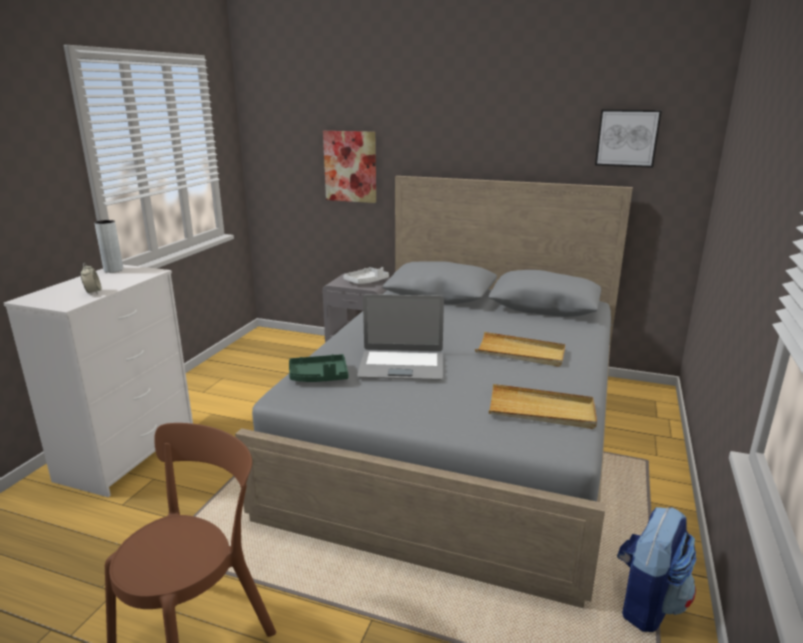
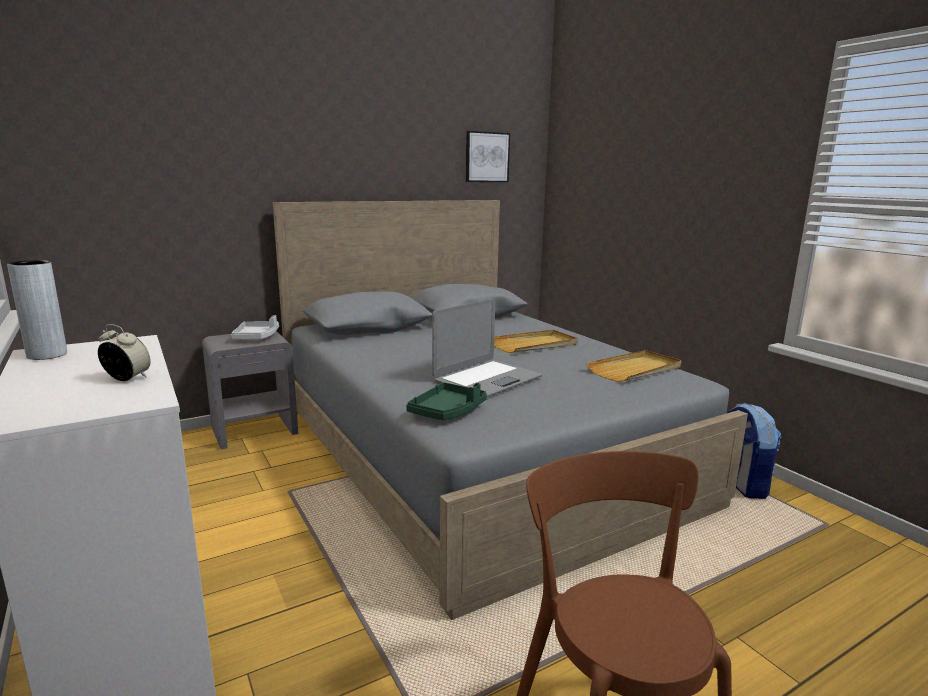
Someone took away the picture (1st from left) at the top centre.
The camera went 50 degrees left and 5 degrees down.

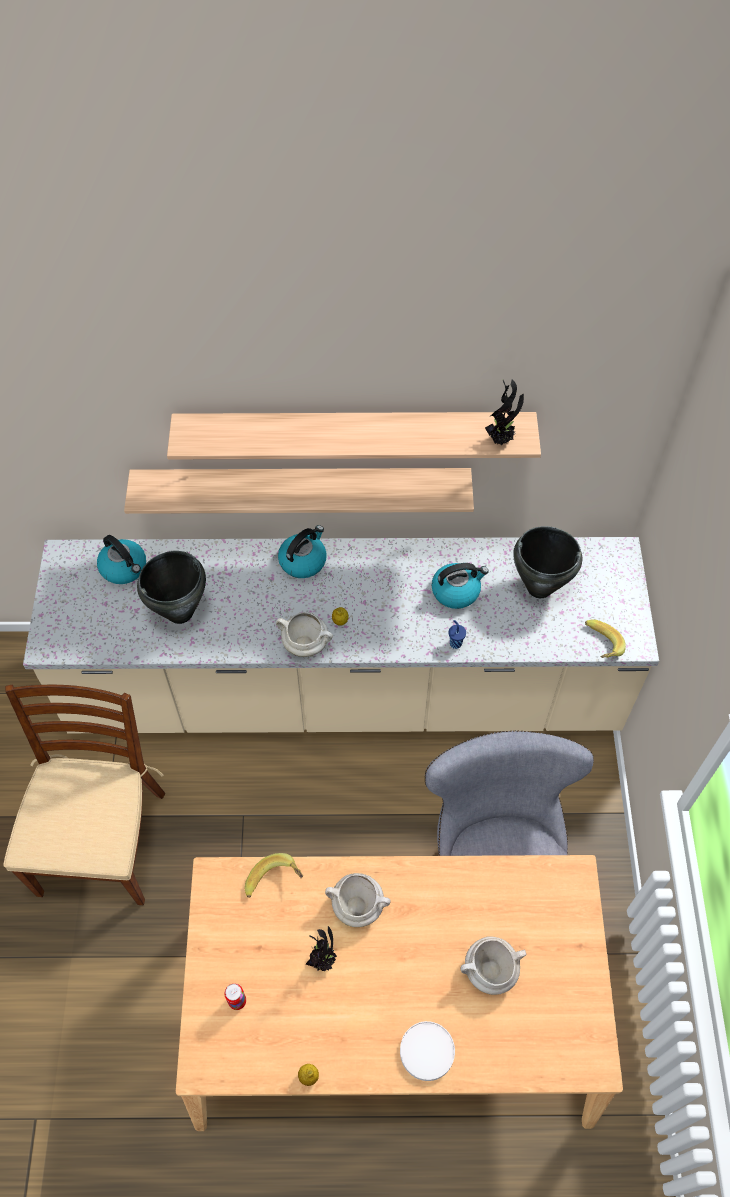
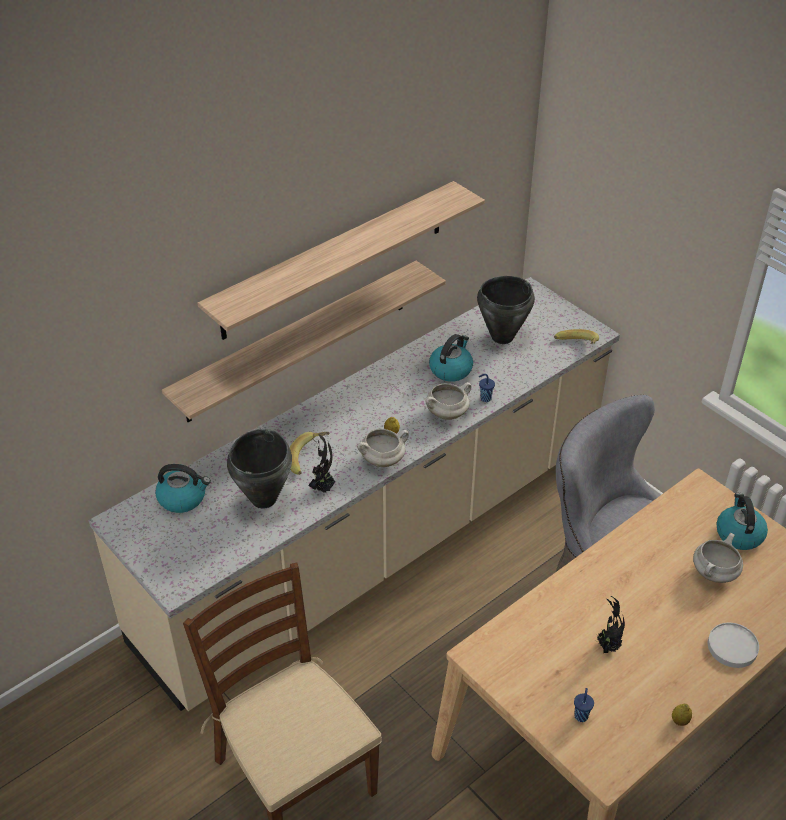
Someone swapped the can at the bottom left for the blue_cup (2nd from left) at the bottom right.
Someone carried the banana (1st from left) from the bottom centre to the centre.
Someone carried the kettle (2nd from left in the first image) from the centre to the middle right.
Someone carried the white_cooking_pot (2nd from left) from the bottom centre to the centre.
Someone carried the potted_plant (2nd from left in the first image) from the middle right to the centre.
The camera went 40 degrees left and 15 degrees down.

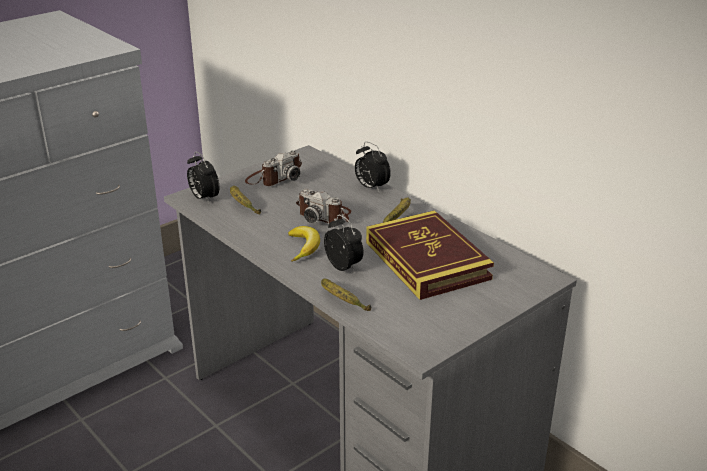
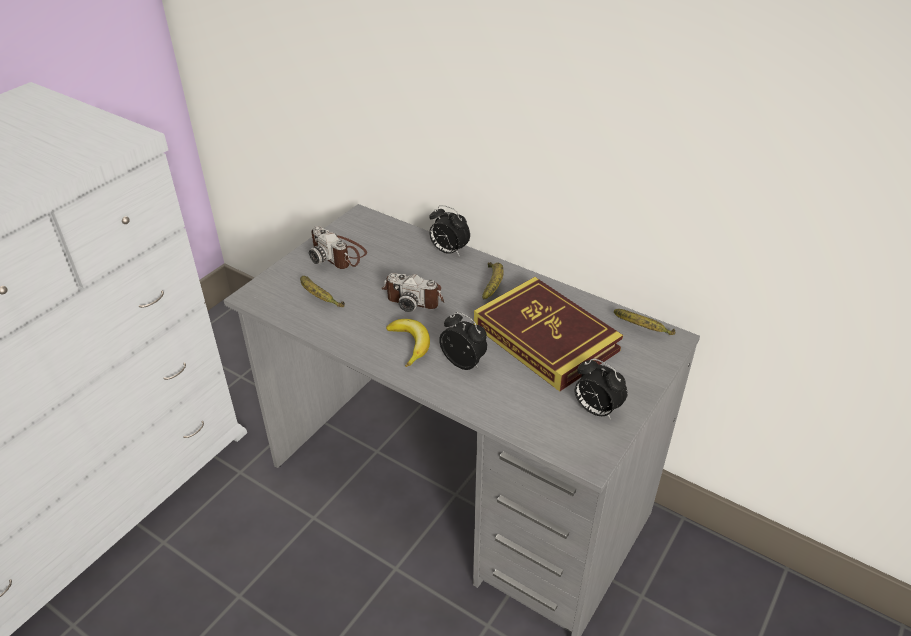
Someone carried the alarm_clock (1st from left in the first image) from the middle left to the centre.
Someone rotated the photo_camera (1st from left) at the centre by 105 degrees clockwise.
Someone carried the banana (3rd from left in the first image) from the centre to the middle right.
The camera went 15 degrees left and 10 degrees up.

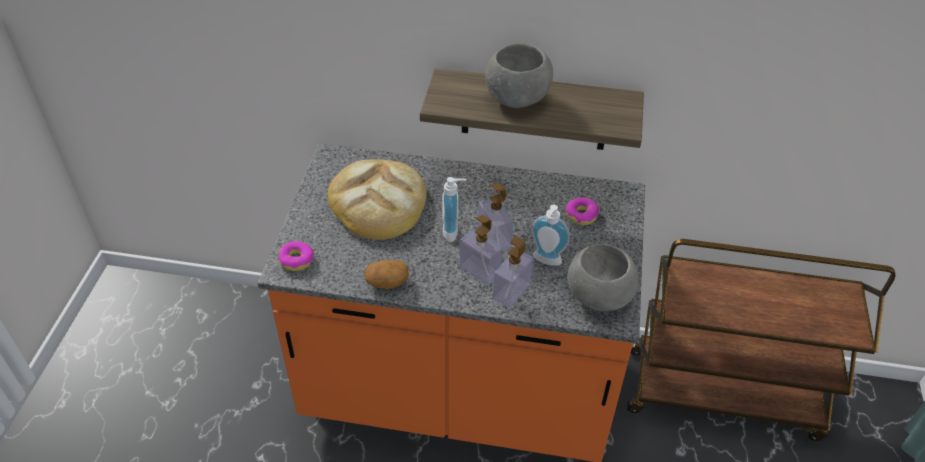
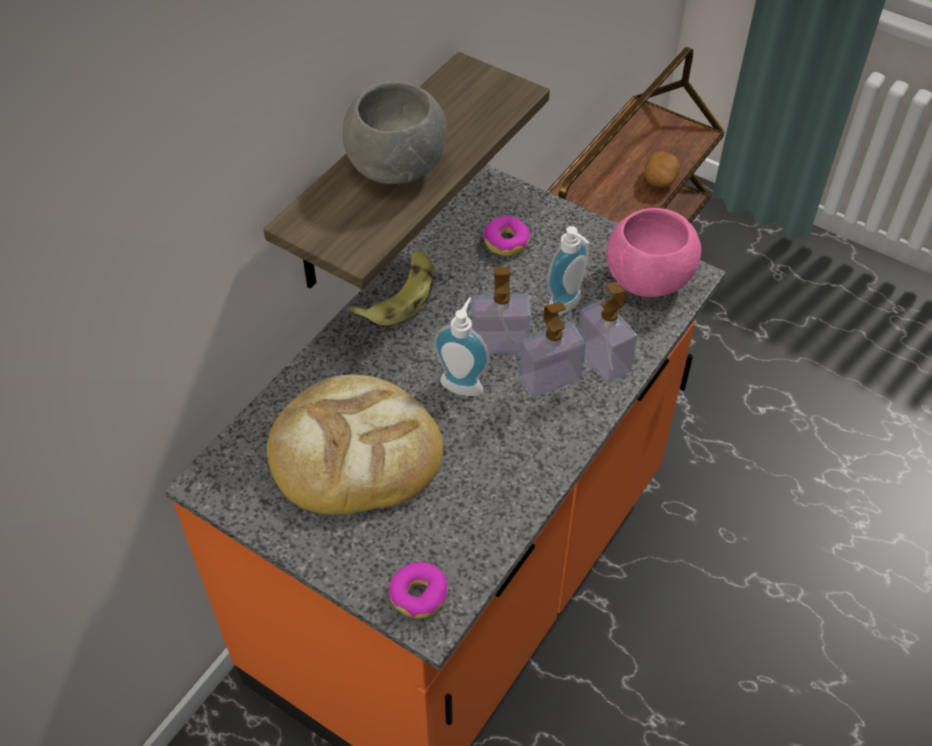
Someone carried the potato from the centre to the top right.
Someone repainted the grey_bowl (2nd from left) at the centre, which became the pink_bowl at the middle right.
Someone put down the banana at the centre.
The camera went 65 degrees left and 5 degrees up.

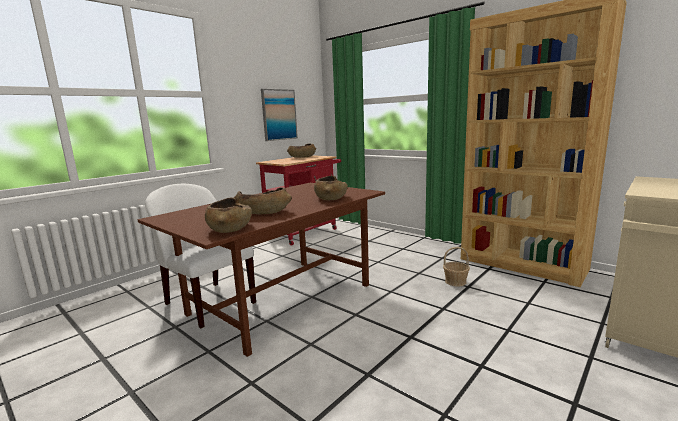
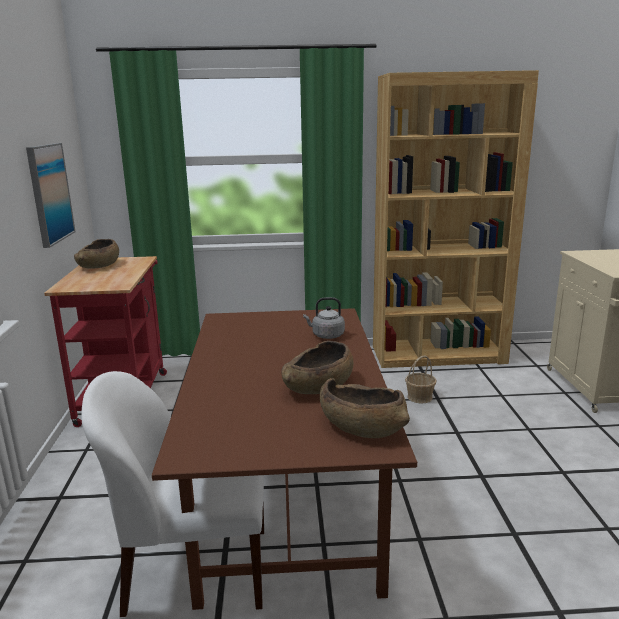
Someone swapped the brown_bowl (4th from left) at the centre for the grey_kettle at the centre.
The camera went 45 degrees left and 5 degrees up.

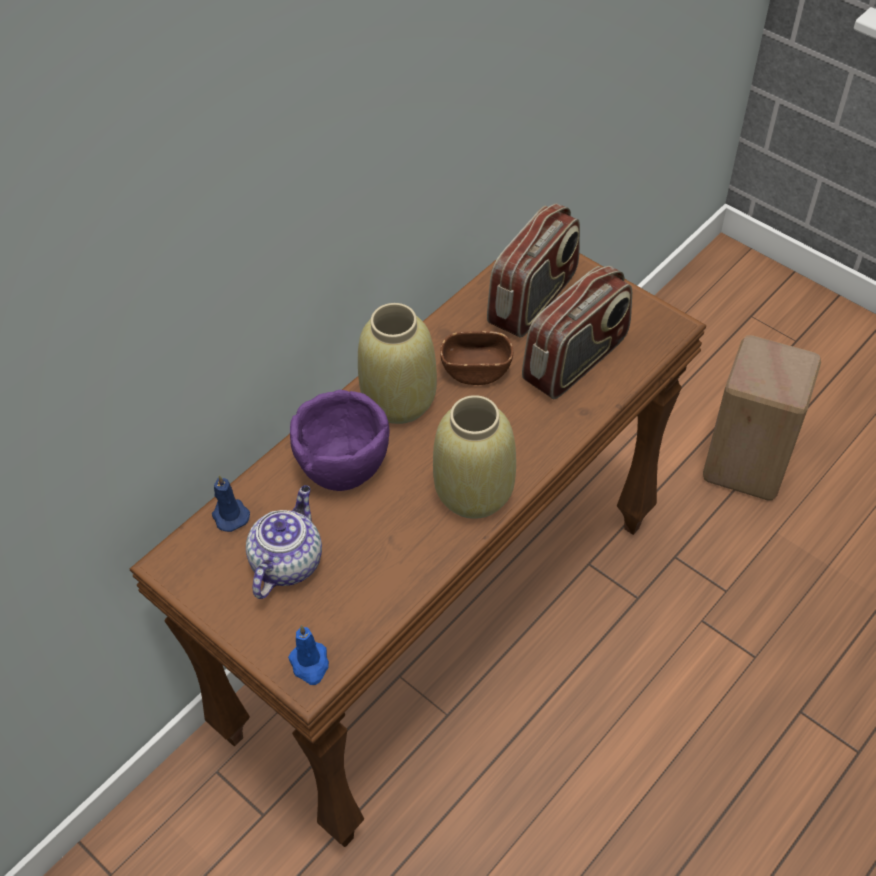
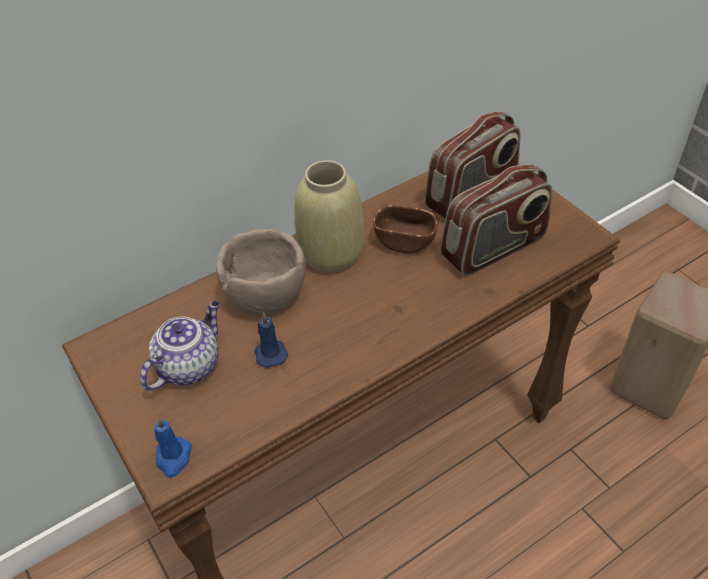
Someone carried the blue_candle (1st from left in the first image) from the middle left to the centre.
Someone repainted the purple_bowl at the centre, which became the brown_bowl (1st from left) at the centre.
Someone took away the beige_vase (2nd from left) at the centre.
The camera went 15 degrees right and 5 degrees down.

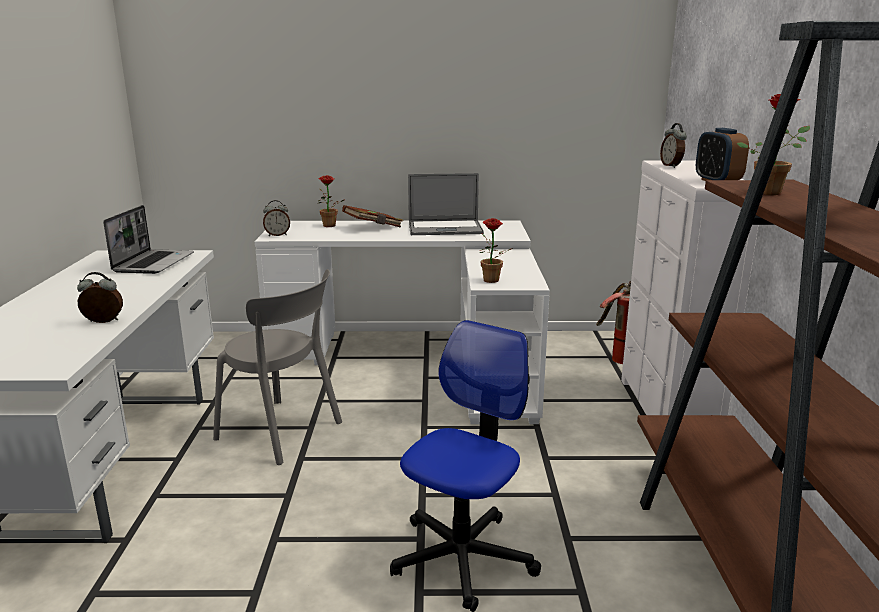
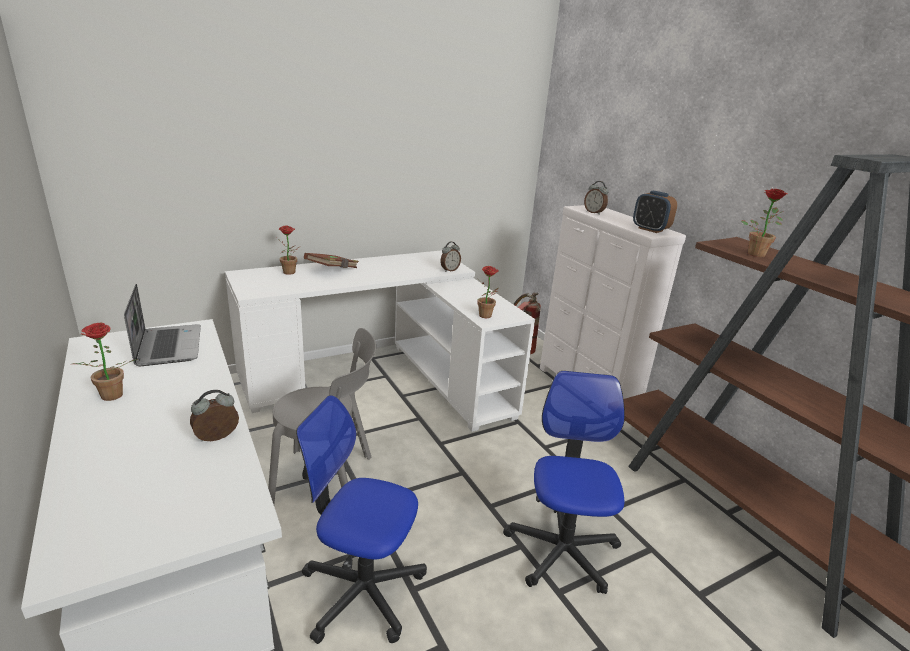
Someone carried the alarm_clock (2nd from left) from the middle left to the centre.
Someone took away the laptop (2nd from left) at the centre.
Someone put down the potted_plant (1st from left) at the middle left.
Someone put down the office_chair (1st from left) at the bottom centre.
The camera went 30 degrees left and 5 degrees up.

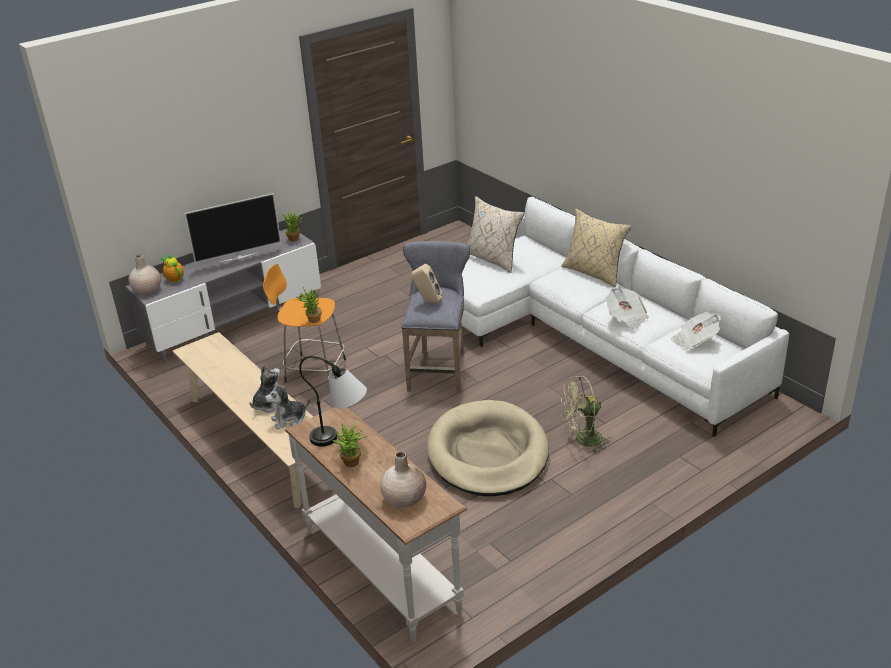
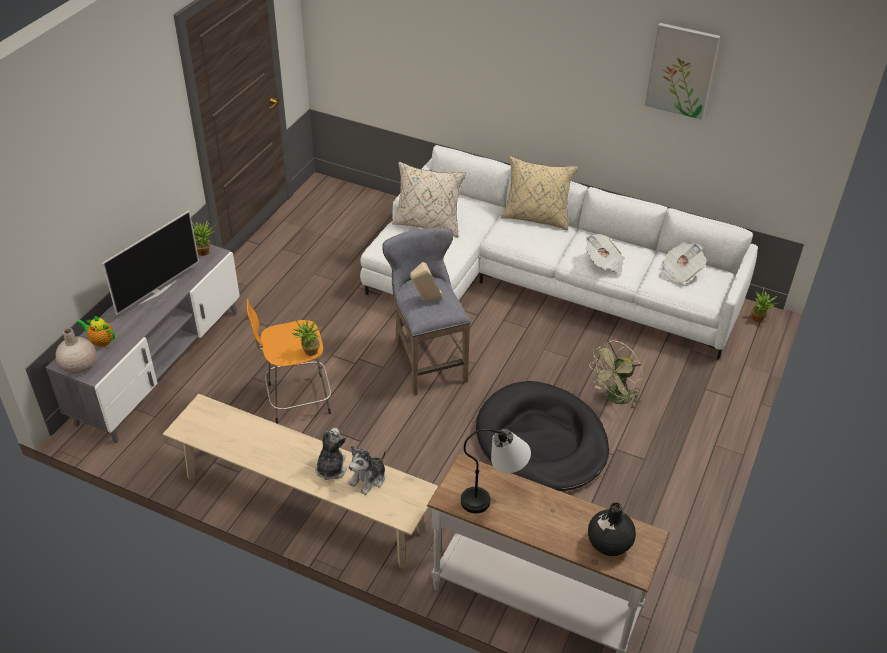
Someone carried the potted_plant (3rd from left) from the centre to the middle right.
Someone repainted the beige_vase (2nd from left) at the bottom centre, which became the black_vase at the bottom right.
Someone repainted the beige_dog_bed at the bottom centre, which became the black_dog_bed at the bottom centre.
Someone put up the picture at the top right.
The camera went 30 degrees left and 10 degrees up.

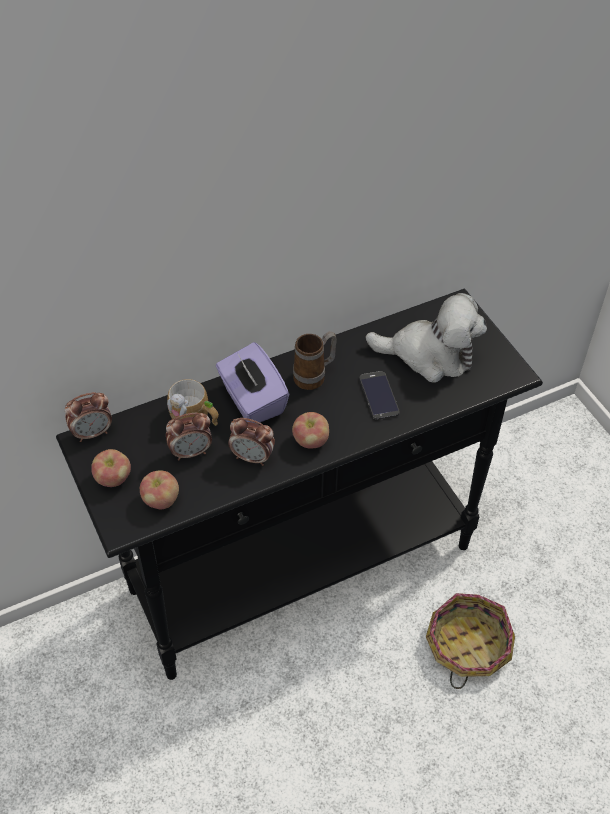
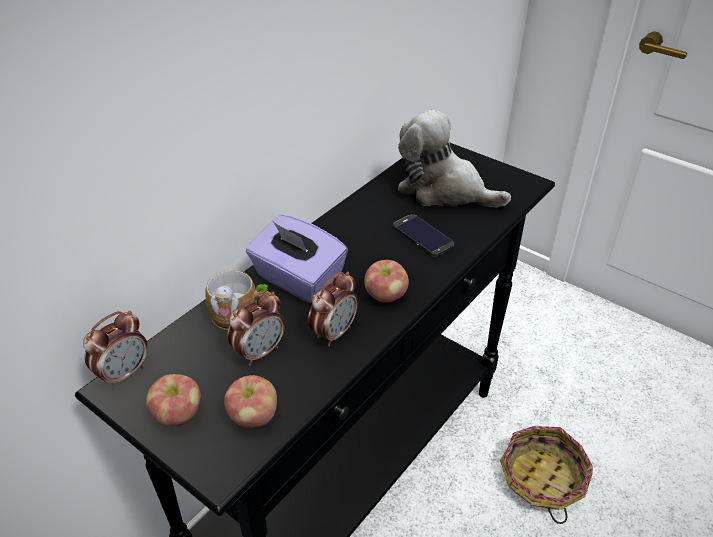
Someone rotated the alarm_clock (3rd from left) at the centre by 45 degrees counterclockwise.
Someone took away the mug (2nd from left) at the centre.
Someone rotated the plush_toy at the middle right by 135 degrees counterclockwise.
The camera went 25 degrees left and 10 degrees down.

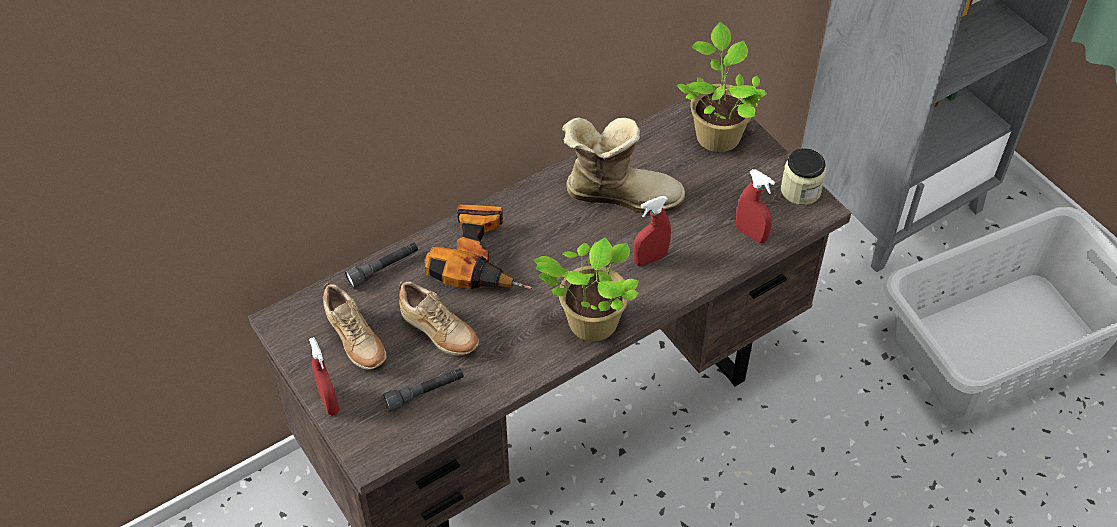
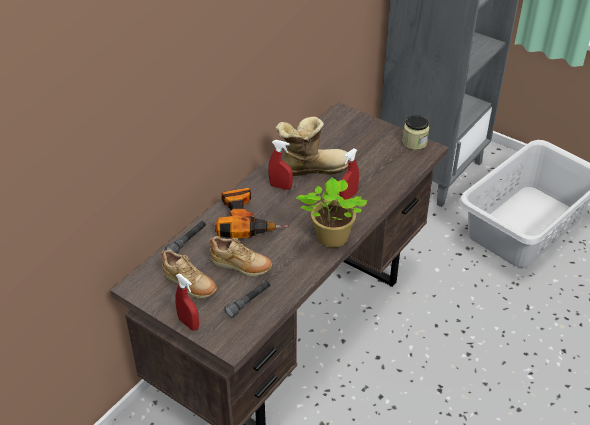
Someone took away the potted_plant (2nd from left) at the top centre.
Someone carried the red_spray_bottle (3rd from left in the first image) from the middle right to the centre.
The camera went 20 degrees left and 10 degrees down.

